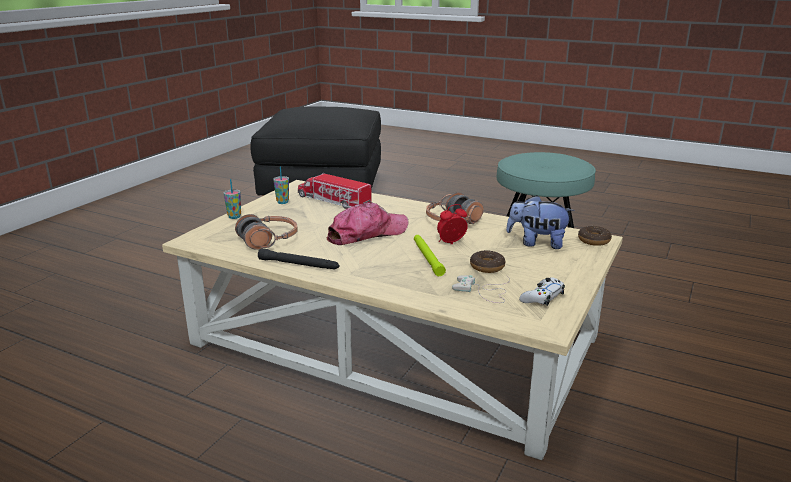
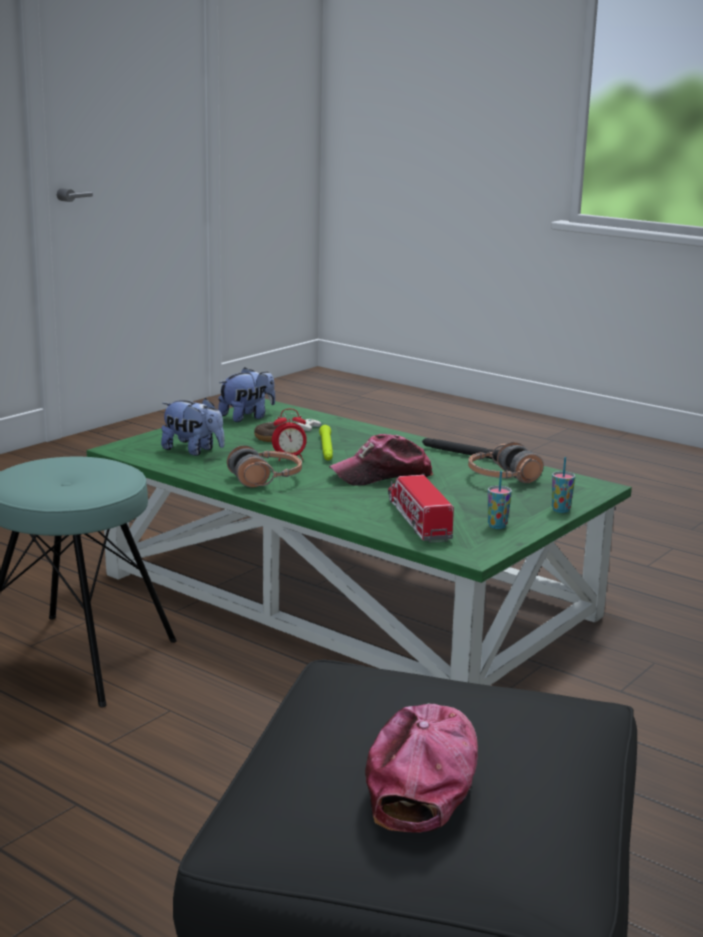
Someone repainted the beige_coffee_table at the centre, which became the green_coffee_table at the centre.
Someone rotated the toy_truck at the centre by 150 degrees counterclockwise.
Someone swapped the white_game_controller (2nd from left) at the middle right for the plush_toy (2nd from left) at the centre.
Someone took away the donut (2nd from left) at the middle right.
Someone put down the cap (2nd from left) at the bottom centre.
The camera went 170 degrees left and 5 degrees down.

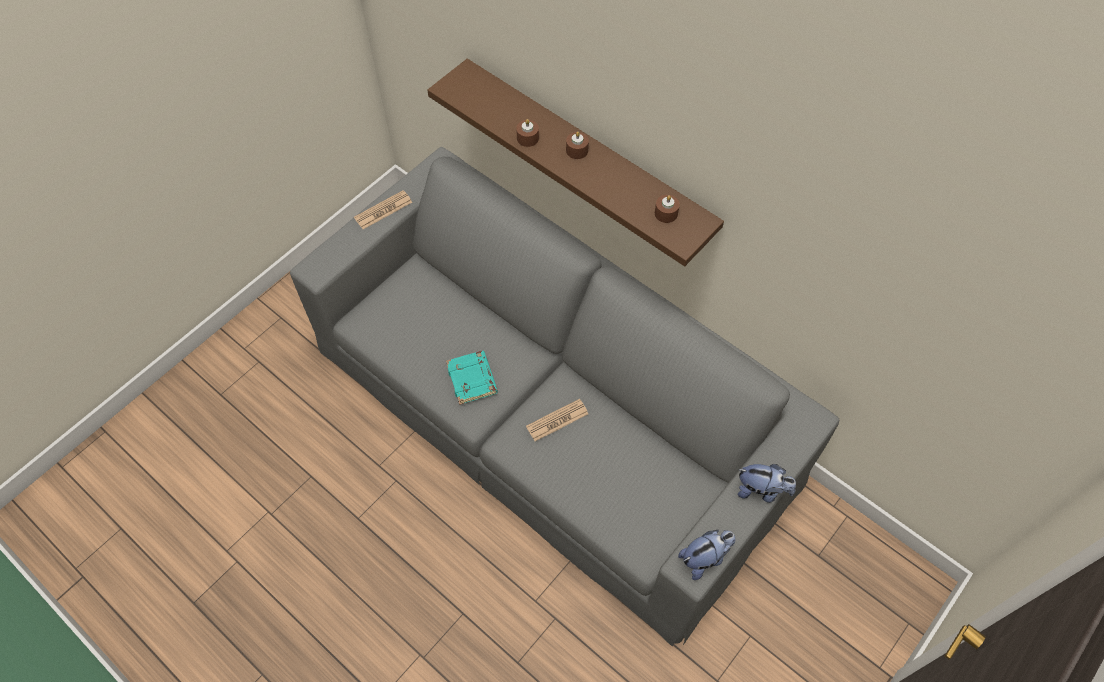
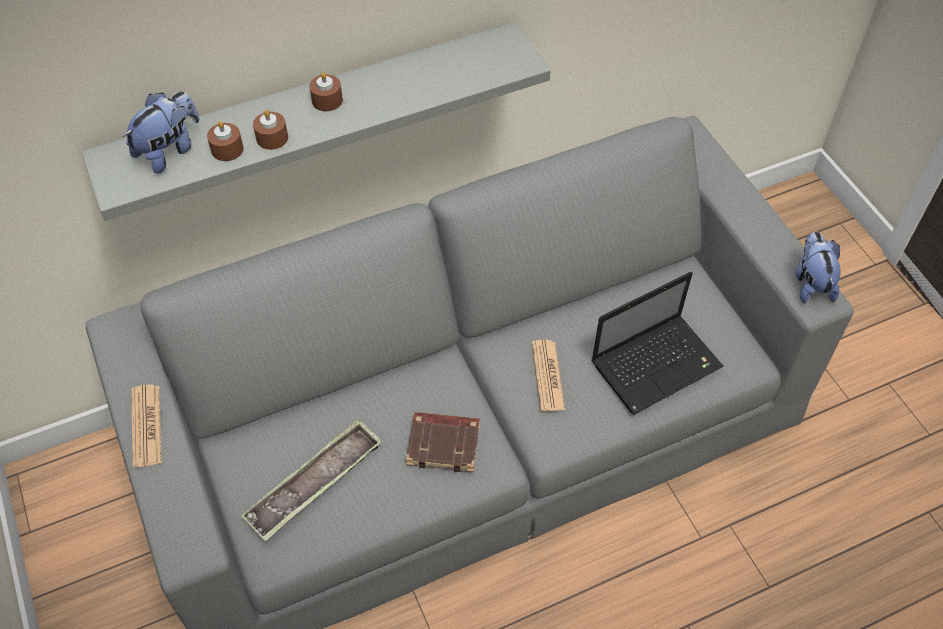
Someone repainted the brown_shelf at the top centre, which became the grey_shelf at the top centre.
Someone repainted the turquoise_book at the centre, which became the brown_book at the bottom centre.
Someone carried the brown_candle (3rd from left in the first image) from the top centre to the top left.
Someone carried the plush_toy (2nd from left in the first image) from the bottom right to the top left.
Someone put down the tray at the bottom left.
Someone put down the laptop at the middle right.
The camera went 65 degrees left and 5 degrees down.

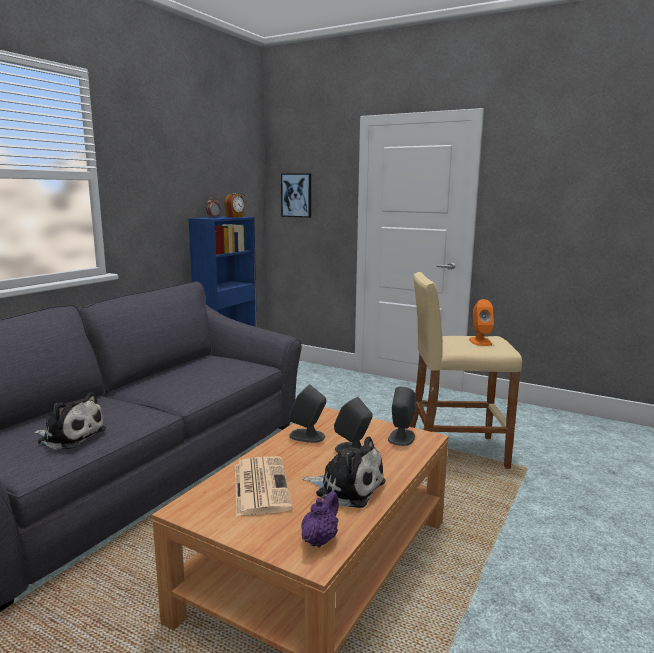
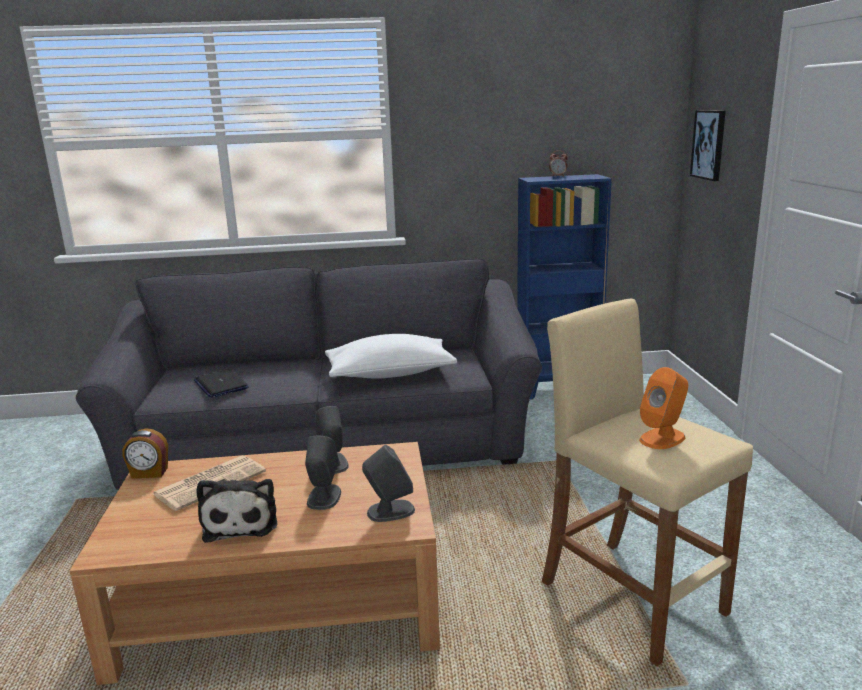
Someone swapped the plush_toy (1st from left) at the middle left for the laptop at the middle left.
Someone carried the alarm_clock (2nd from left in the first image) from the top centre to the middle left.
Someone took away the purple_teapot at the bottom centre.
Someone put down the white_pillow at the centre.
The camera went 55 degrees right and 5 degrees up.

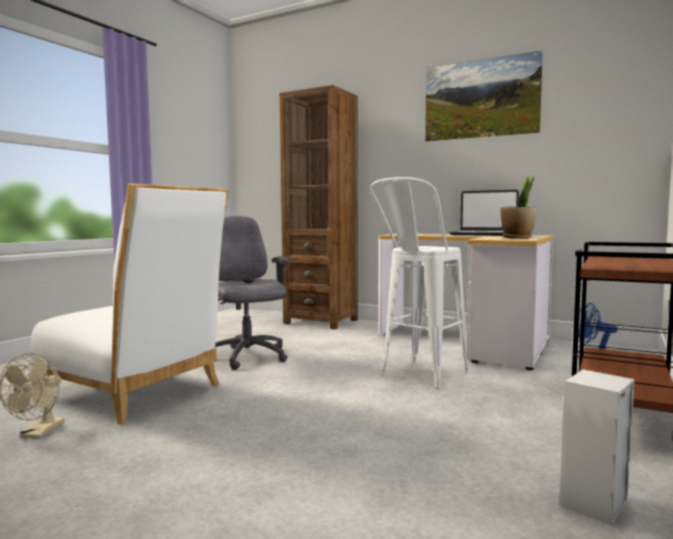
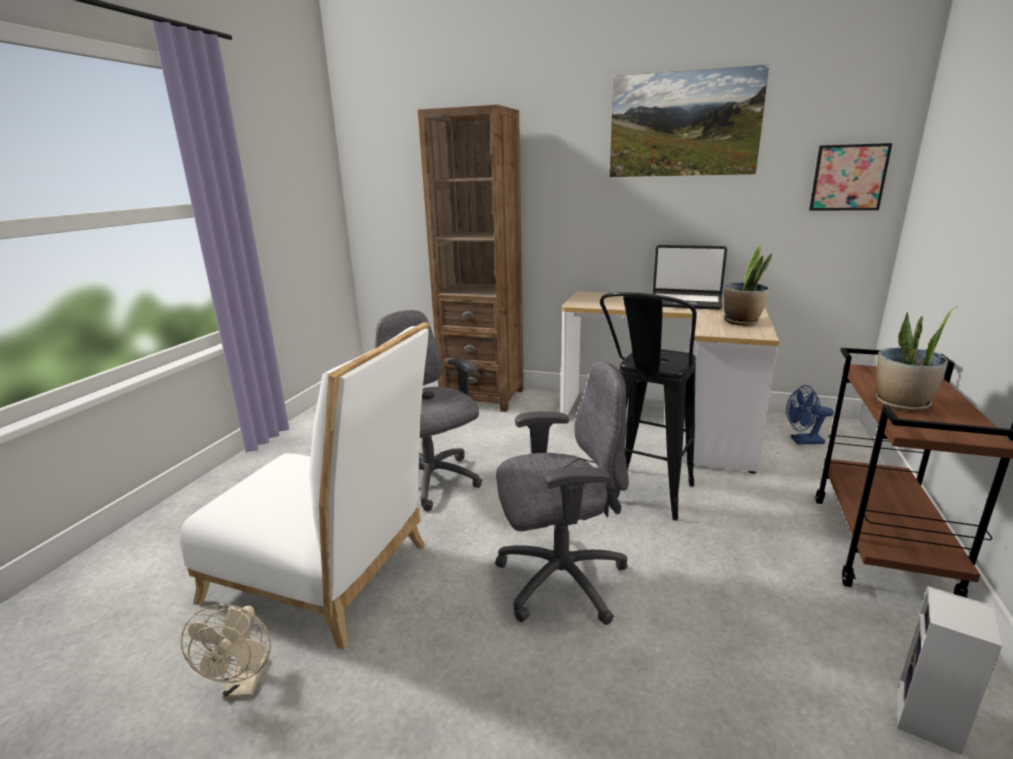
Someone repainted the white_stool at the centre, which became the black_stool at the centre.
Someone put down the grey_office_chair (2nd from left) at the centre.
Someone put up the picture (2nd from left) at the top right.
Someone put down the potted_plant (2nd from left) at the middle right.
The camera went 10 degrees left and 15 degrees up.

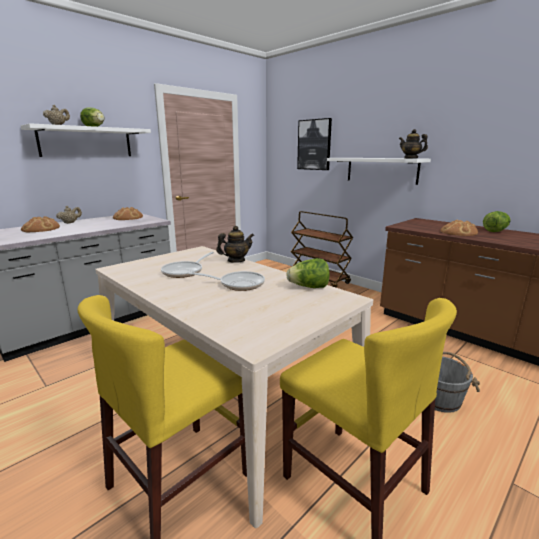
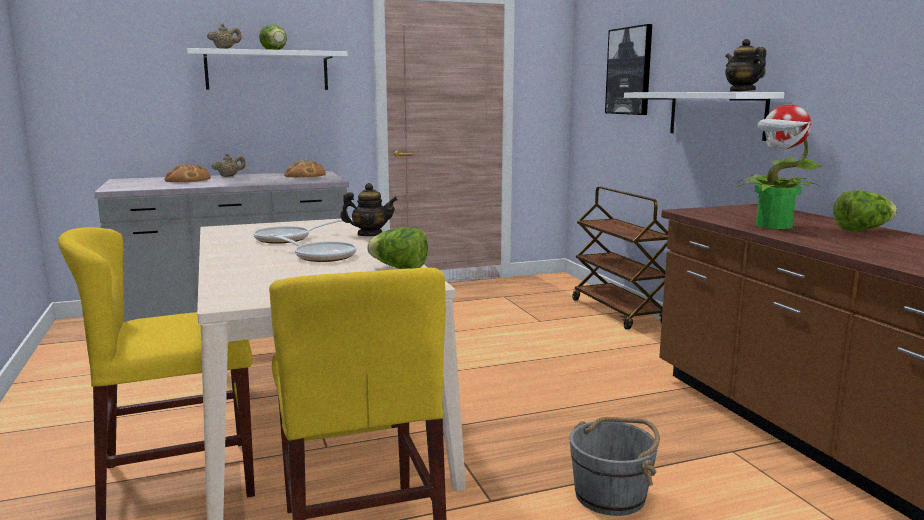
Someone swapped the bread (3rd from left) at the middle right for the potted_plant at the top right.
The camera went 25 degrees right and 5 degrees down.

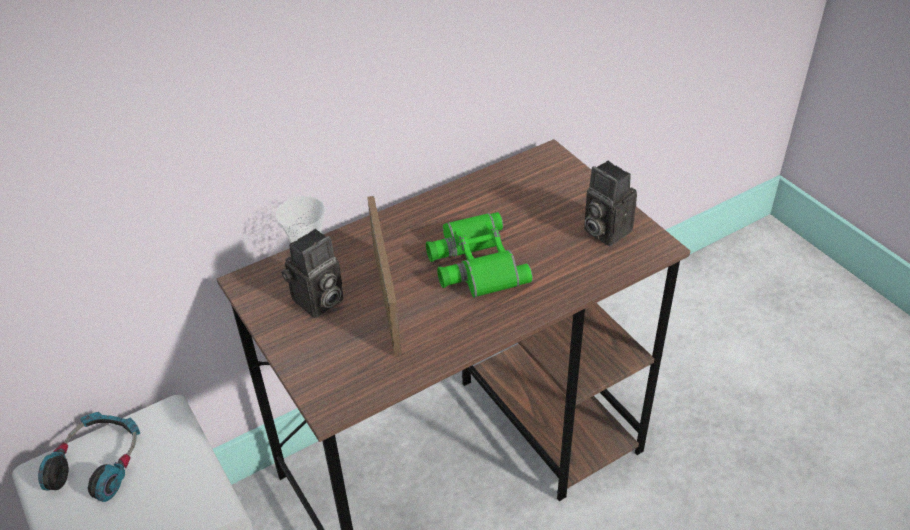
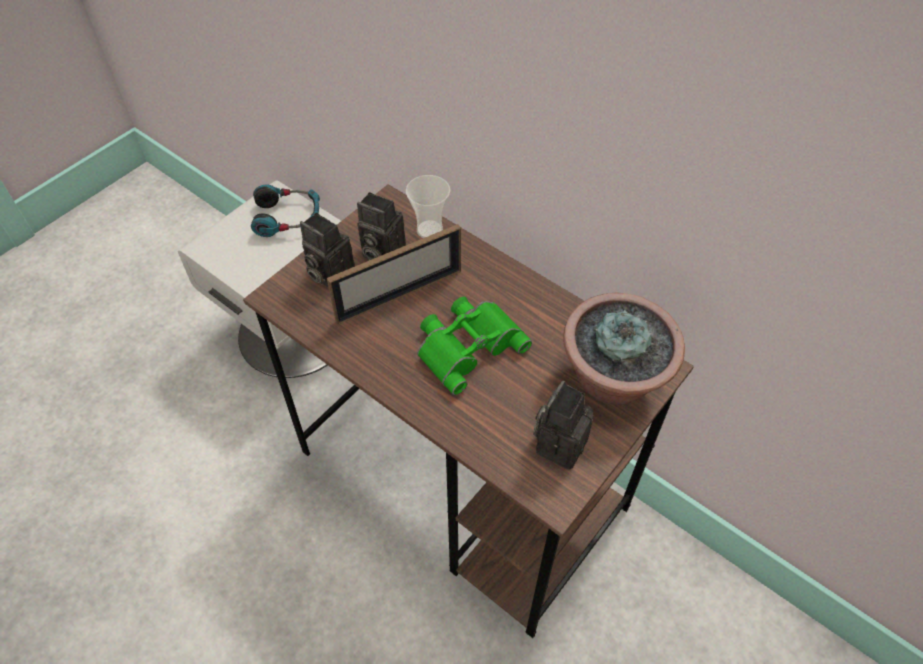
Someone put down the photo_camera (1st from left) at the centre.
Someone put down the potted_plant at the middle right.
The camera went 70 degrees right and 10 degrees up.

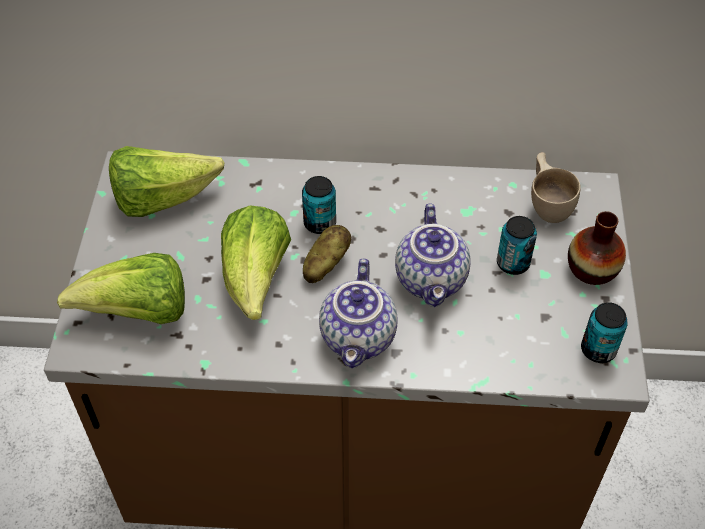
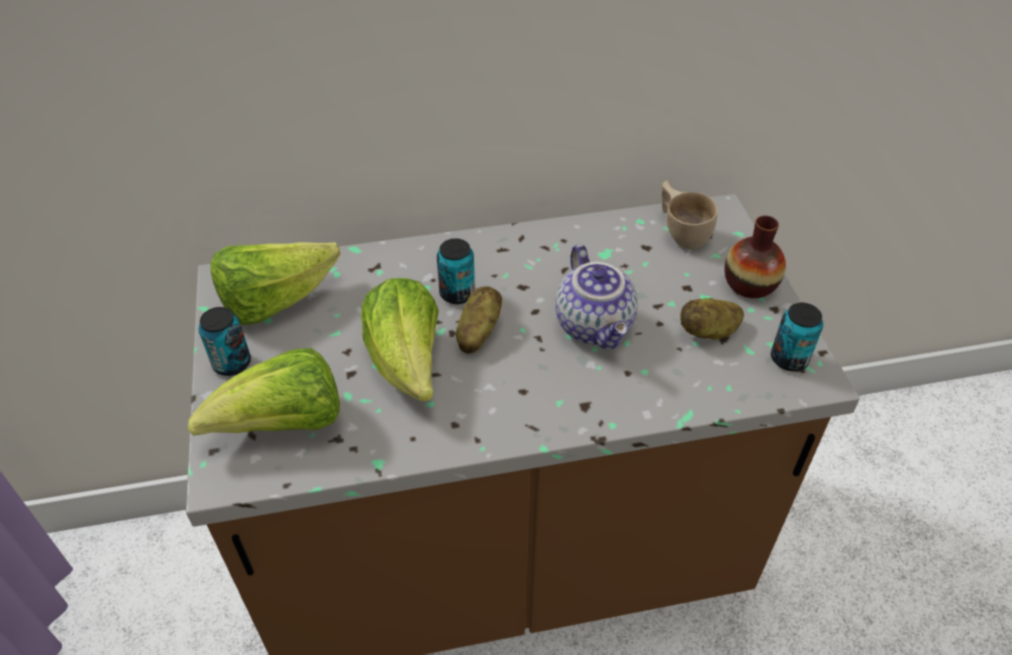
Someone took away the teapot (1st from left) at the centre.
Someone carried the can (2nd from left in the first image) from the middle right to the middle left.
Someone put down the potato (2nd from left) at the middle right.
The camera went 15 degrees left and 5 degrees down.

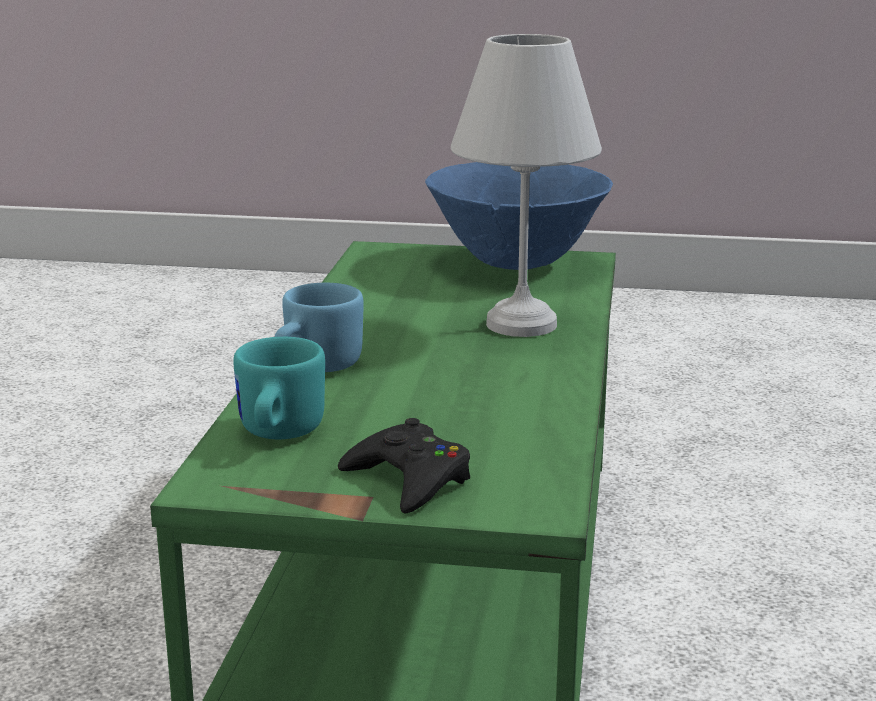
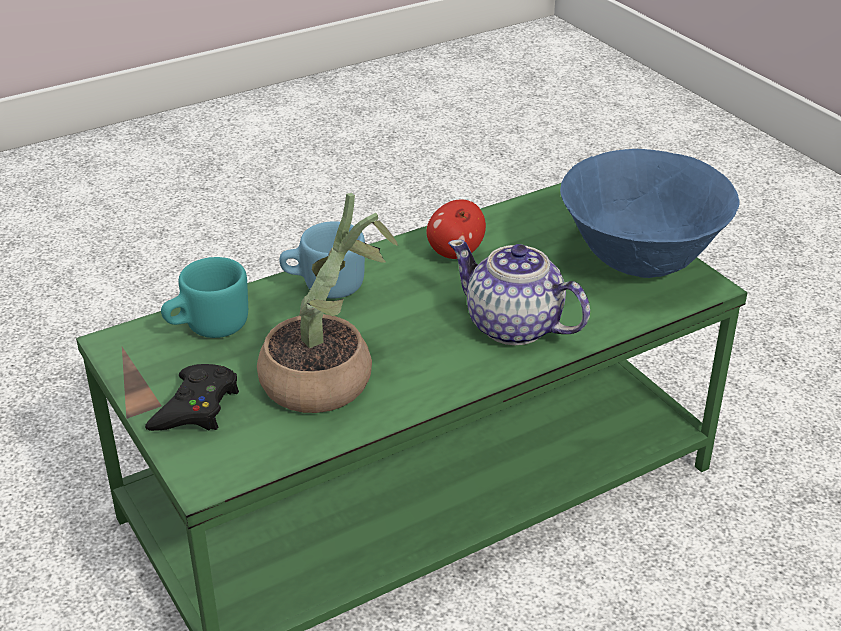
Someone swapped the white_table_lamp at the top centre for the teapot at the centre.
Someone put down the potted_plant at the centre.
Someone put down the apple at the centre.
The camera went 50 degrees right and 15 degrees up.

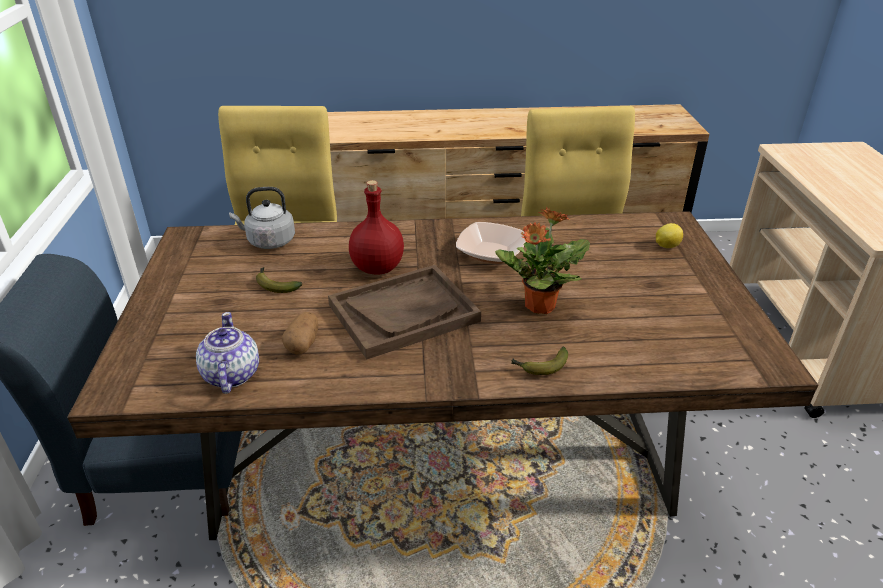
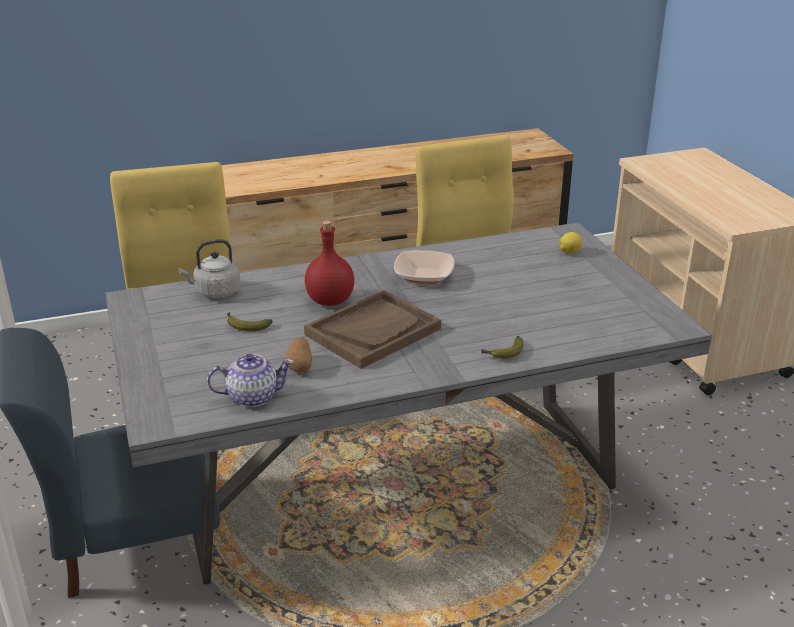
Someone repainted the brown_dining_table at the centre, which became the grey_dining_table at the centre.
Someone rotated the teapot at the middle left by 105 degrees clockwise.
Someone took away the potted_plant at the centre.
The camera went 15 degrees left and 5 degrees down.

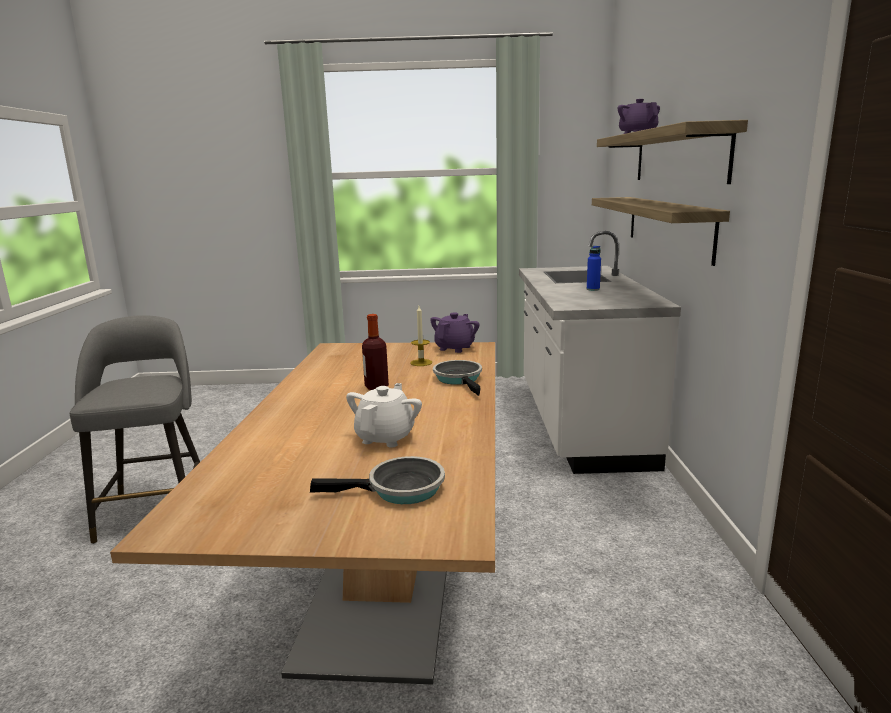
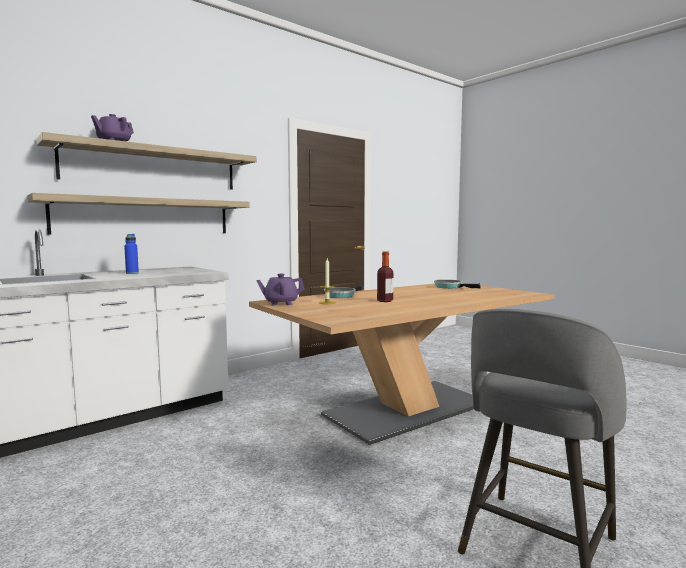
Someone took away the white_teapot at the centre.
The camera went 130 degrees left and 10 degrees down.

